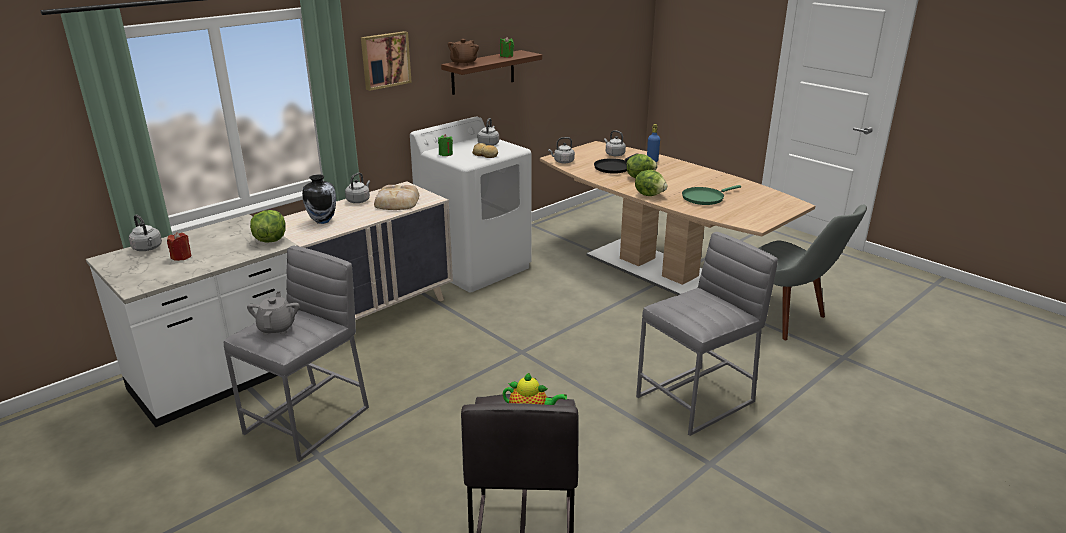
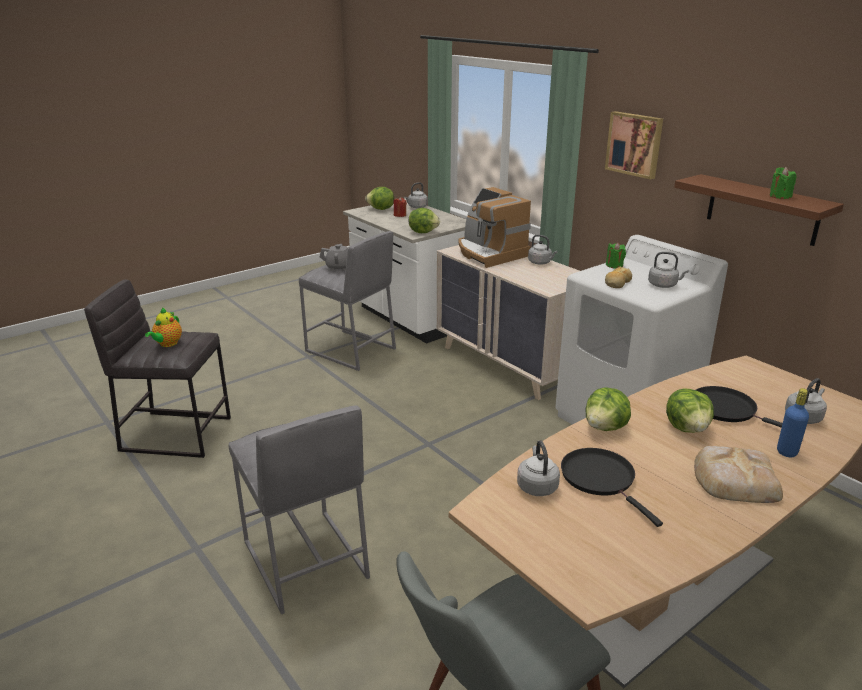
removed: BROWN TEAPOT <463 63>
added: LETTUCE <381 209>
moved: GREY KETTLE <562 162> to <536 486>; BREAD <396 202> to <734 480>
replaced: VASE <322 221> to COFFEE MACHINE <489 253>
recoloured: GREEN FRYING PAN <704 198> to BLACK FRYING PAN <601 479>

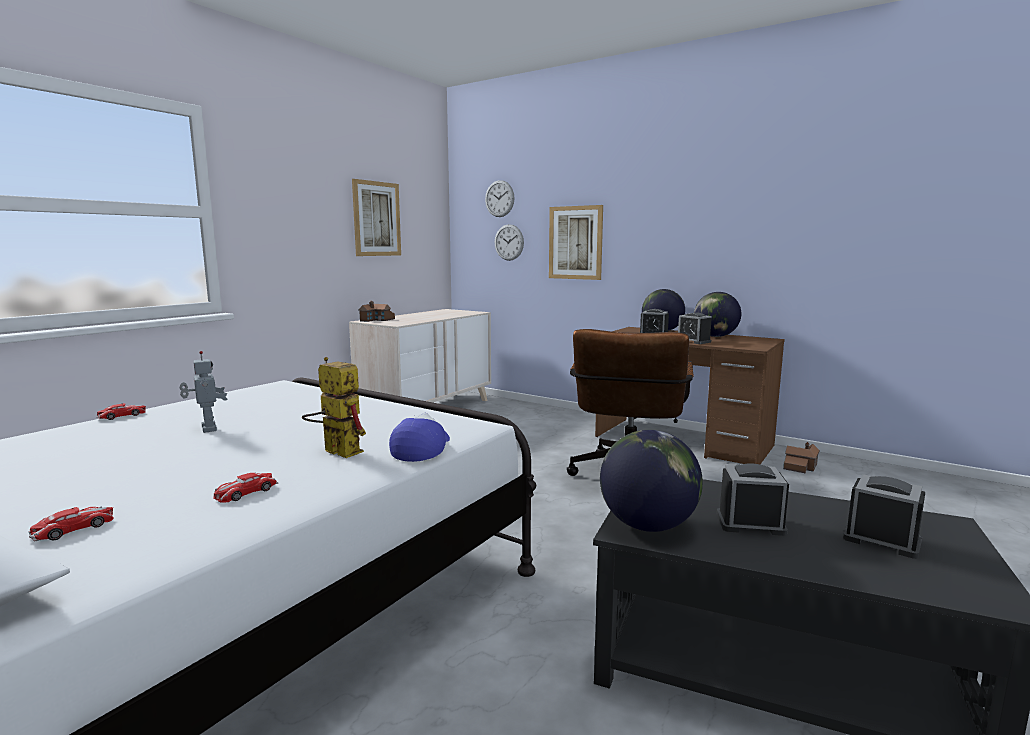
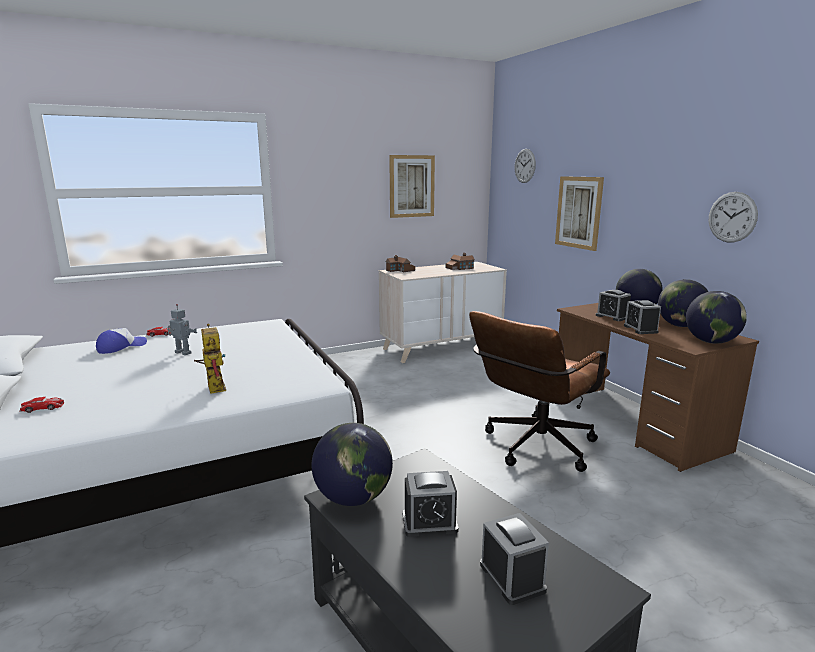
removed: TOY CAR <245 492>
added: GLOBE <711 342>
moved: WALL CLOCK <509 242> to <732 217>; CAP <421 448> to <121 347>; TOY HOUSE <800 466> to <459 268>
turned: TOY ROBOT <207 428> = <182 353> 60 degrees counterclockwise; ALARM CLOCK <750 523> = <429 522> 135 degrees clockwise

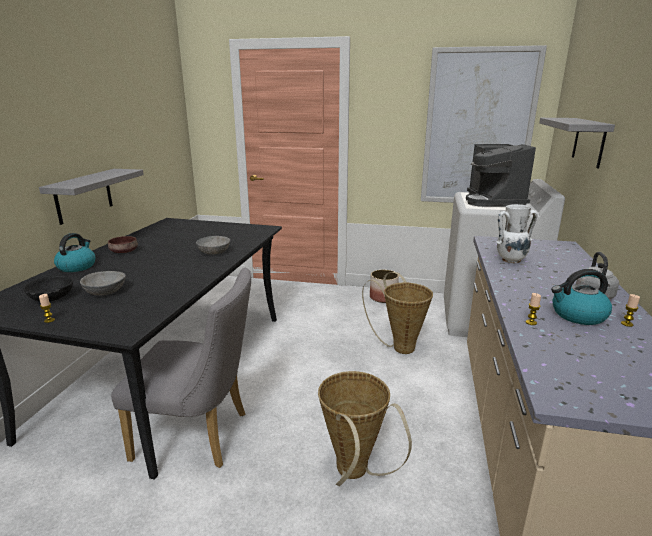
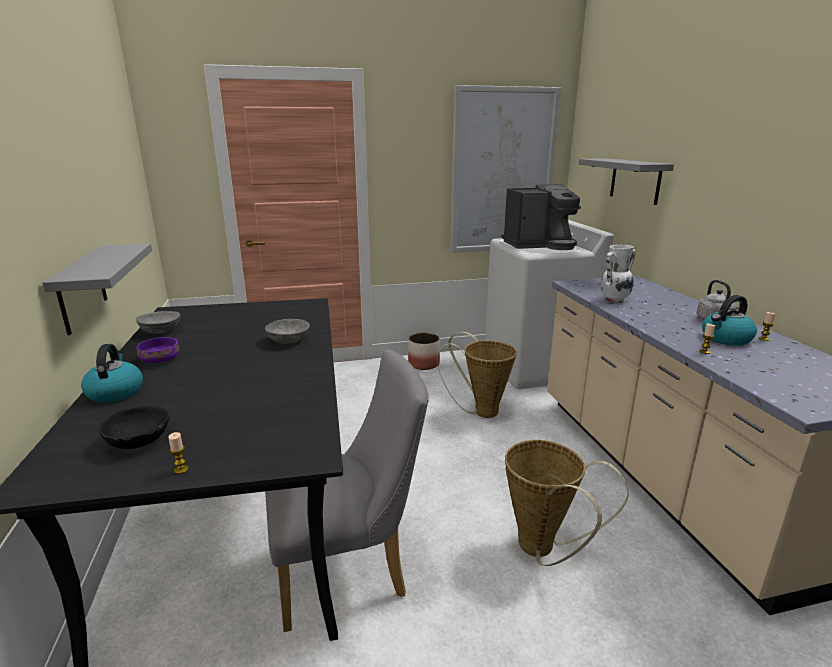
moved: GREY BOWL <105 292> to <160 331>
recoloured: BROWN BOWL <125 251> to PURPLE BOWL <161 359>
turned: COFFEE MACHINE <493 201> = <540 245> 75 degrees counterclockwise

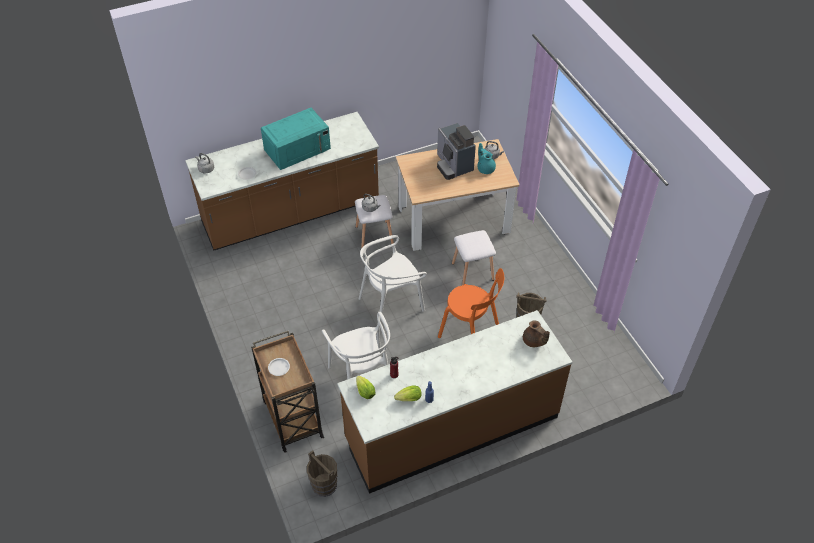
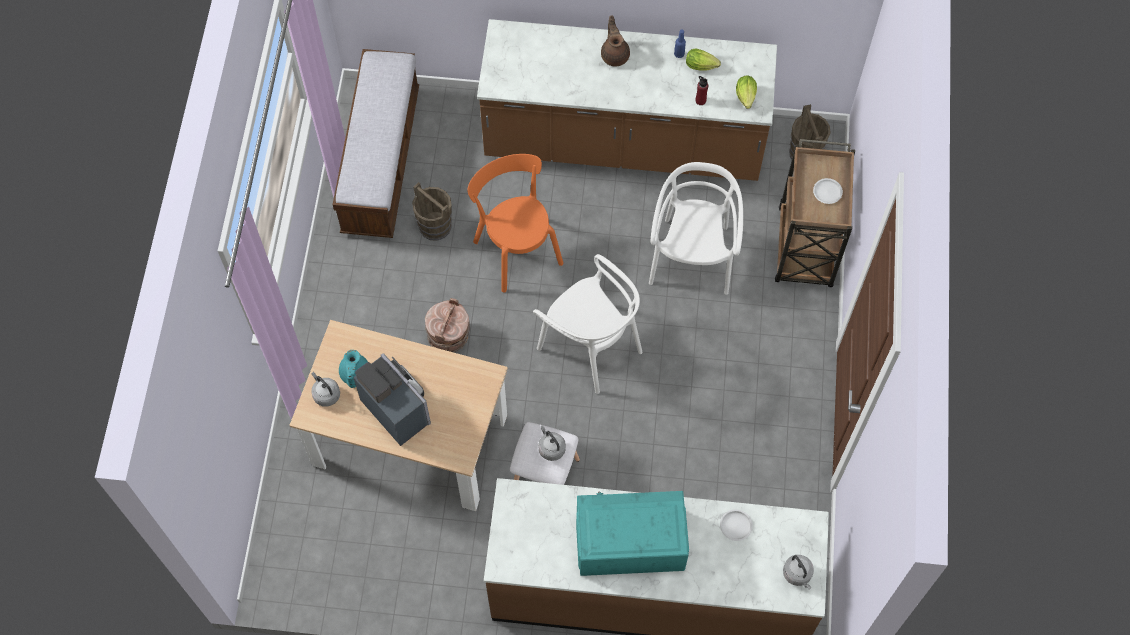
added: BENCH <381 161>
moved: BROWN TEAPOT <534 341> to <615 54>
replaced: WHITE STOOL <472 272> to BROWN BUCKET <449 336>
turned: COFFEE MACHINE <453 165> = <397 407> 45 degrees counterclockwise; WHITE CHAIR <391 302> = <591 346> 45 degrees clockwise

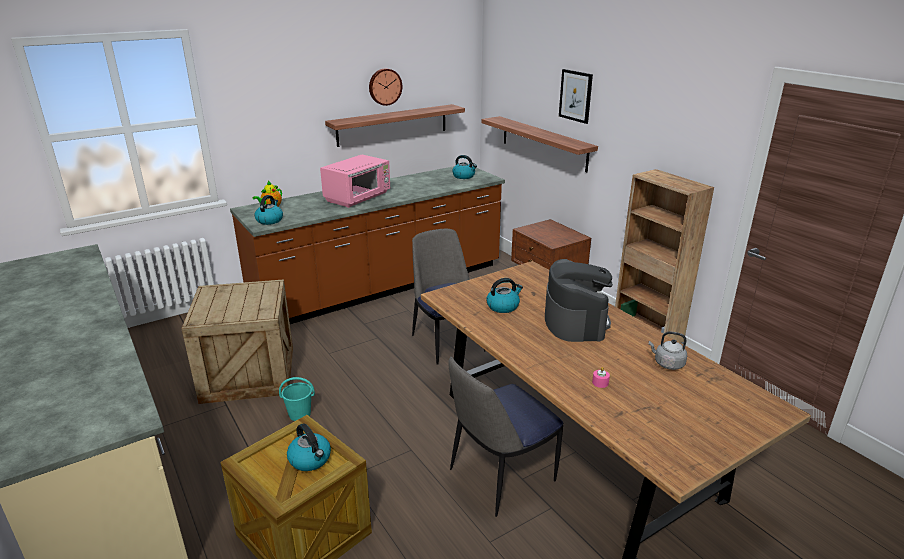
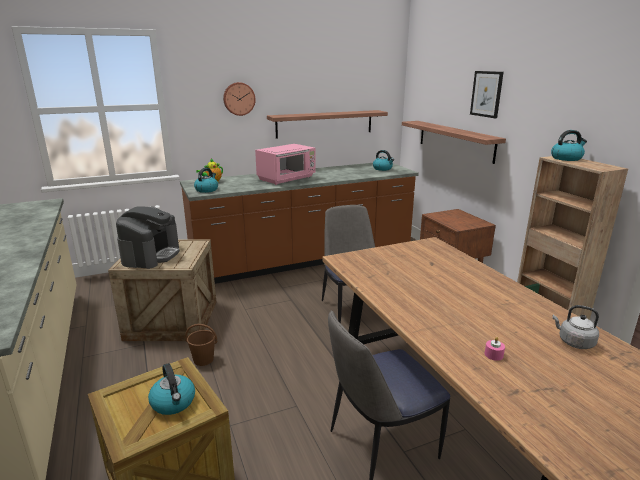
moved: WALL CLOCK <384 86> to <239 99>; COFFEE MACHINE <575 321> to <151 255>; KETTLE <503 306> to <566 158>
recoloured: TURQUOISE BUCKET <300 414> to BROWN BUCKET <204 360>

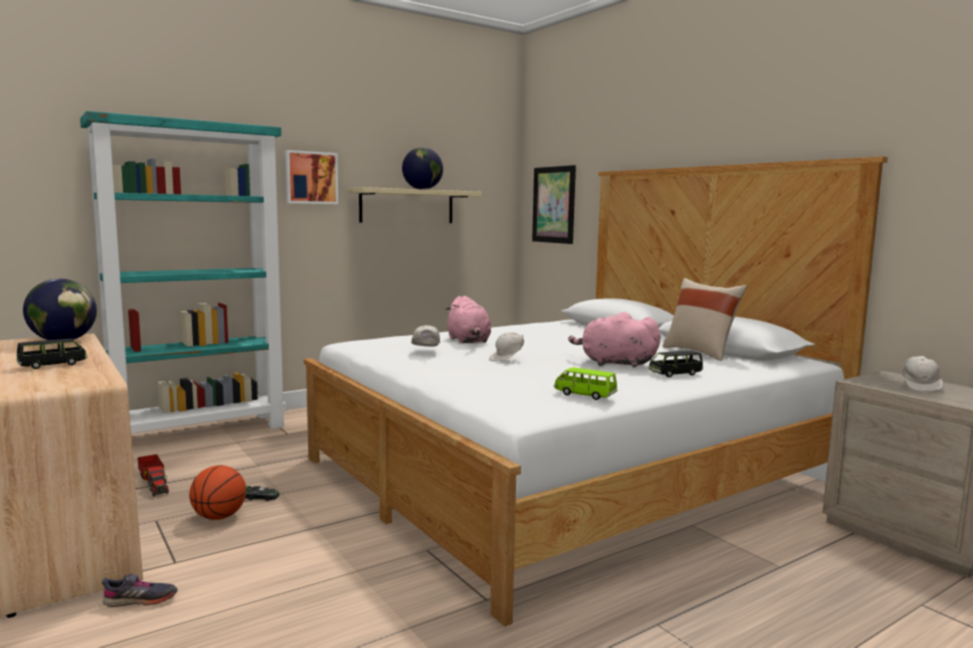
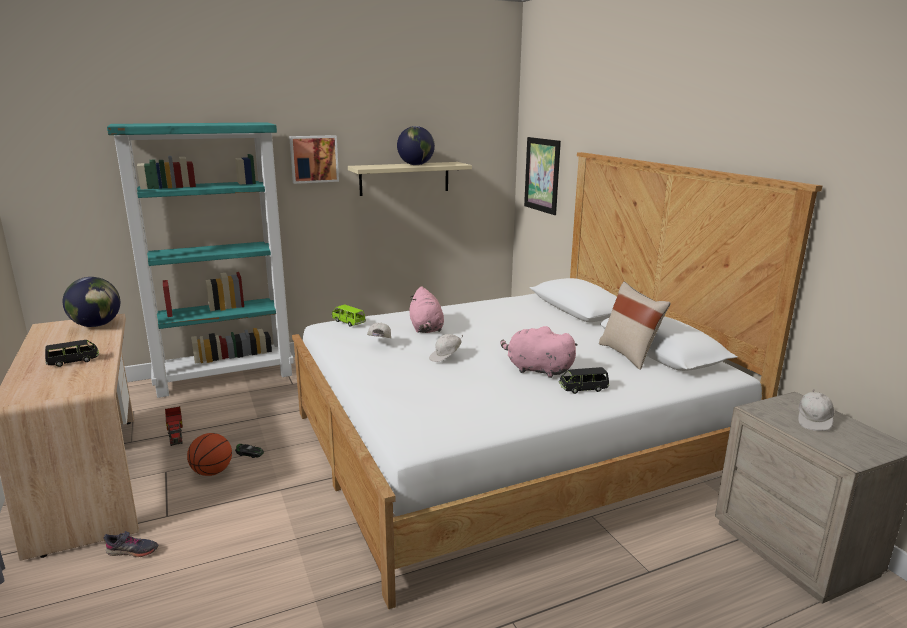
moved: GREEN TOY CAR <585 395> to <348 322>

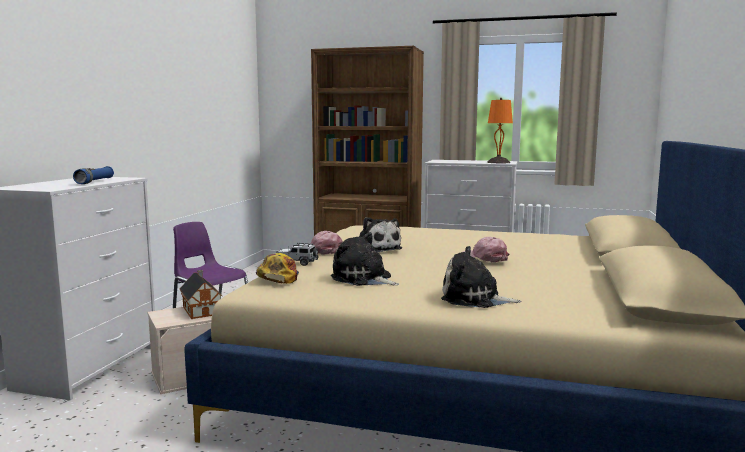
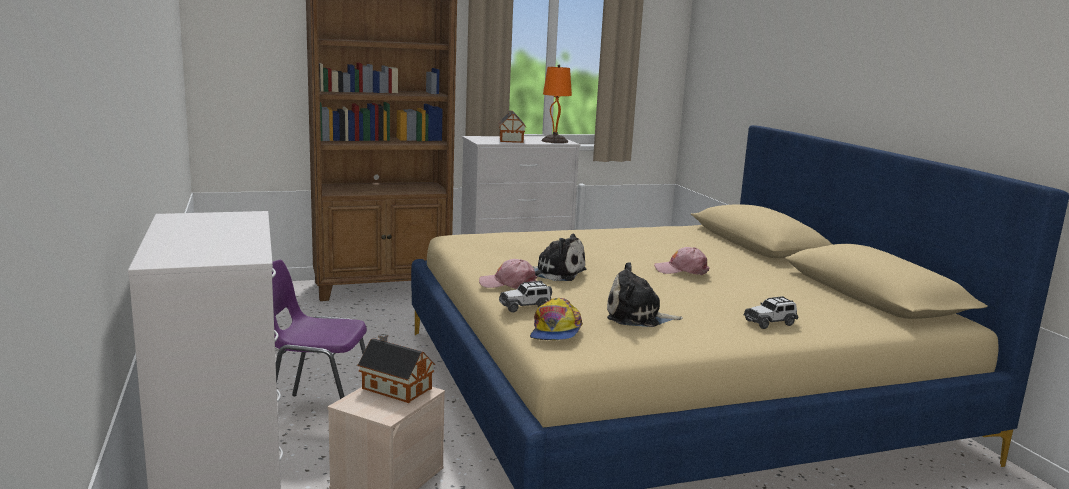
removed: BLUE FLASHLIGHT <95 182>
added: TOY HOUSE <510 140>
replaced: PLUSH TOY <475 299> to TOY CAR <770 323>
turned: CAP <278 277> = <555 331> 135 degrees counterclockwise

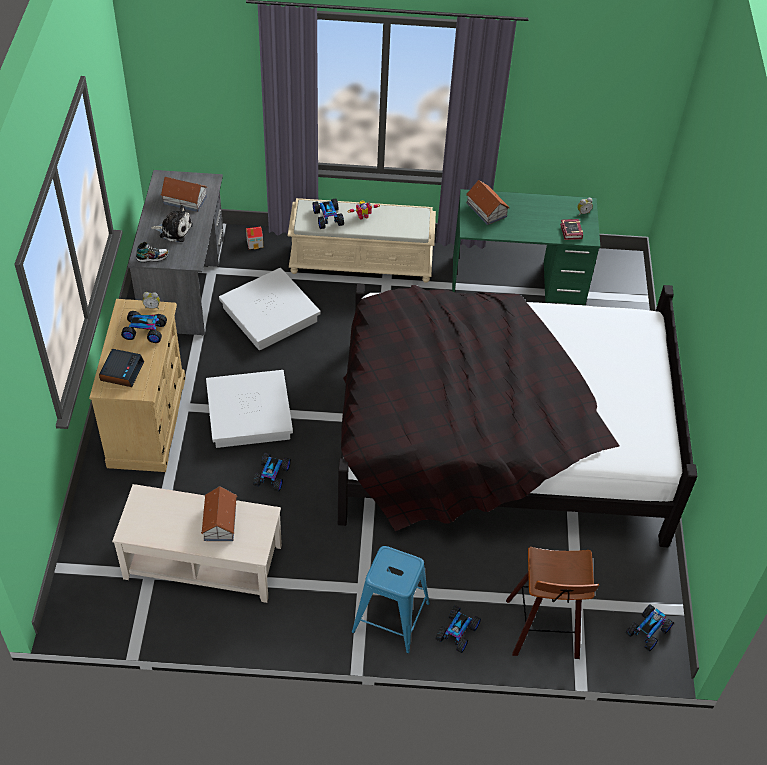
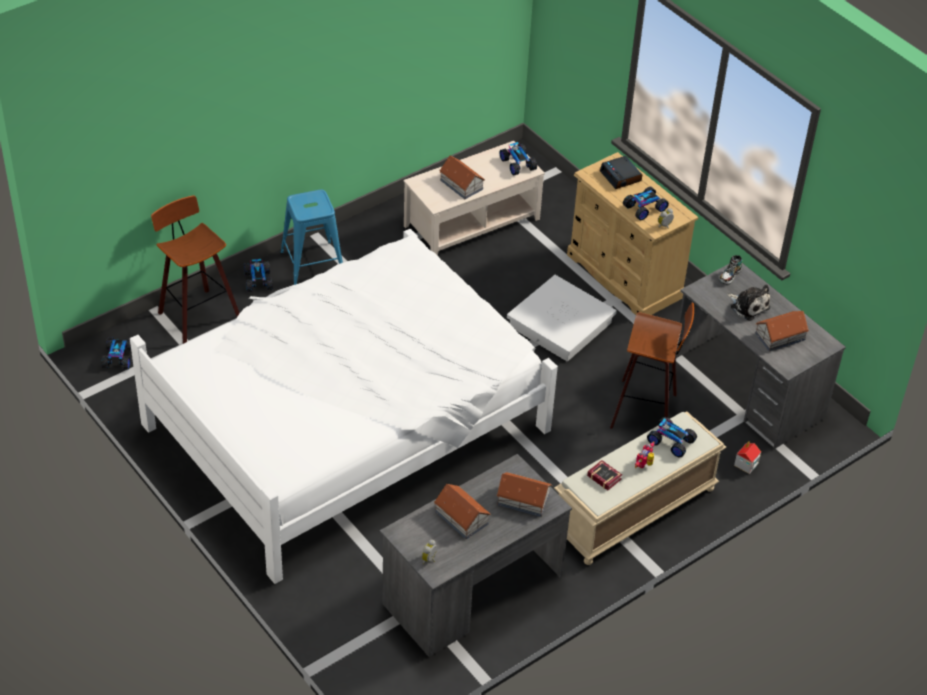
added: TOY HOUSE <461 517>
moved: BOOK <570 232> to <603 476>; TOY CAR <272 475> to <517 164>
replaced: WHITE STORAGE BOX <270 314> to STOOL <646 409>
recoloured: GREEN DESK <518 281> to GREY DESK <472 590>; BLACK BED <499 440> to WHITE BED <347 425>
turned: PLUSH TOY <174 230> = <748 306> 105 degrees counterclockwise

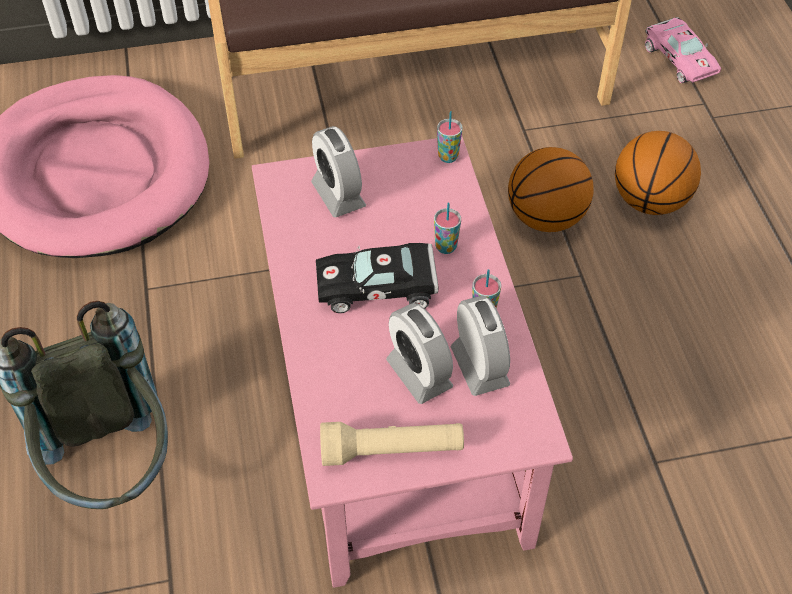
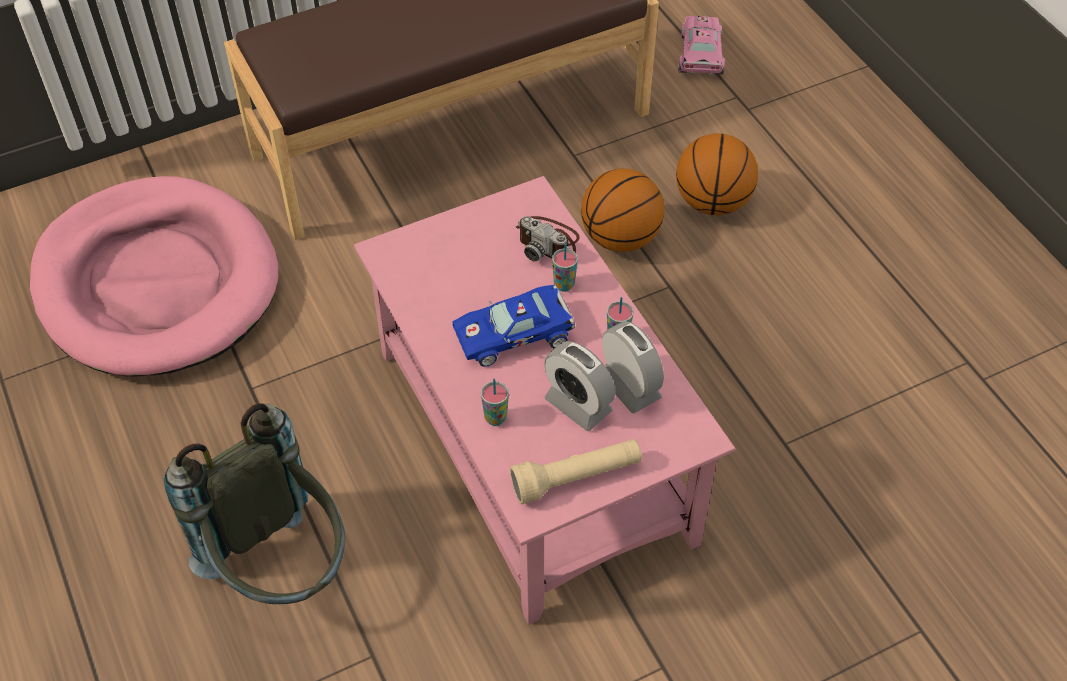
removed: ALARM CLOCK <338 194>
added: PHOTO CAMERA <548 242>
moved: CUP <448 157> to <495 418>
recoloured: BLACK TOY CAR <382 287> to BLUE TOY CAR <518 334>
turned: PINK TOY CAR <678 58> = <700 56> 135 degrees counterclockwise

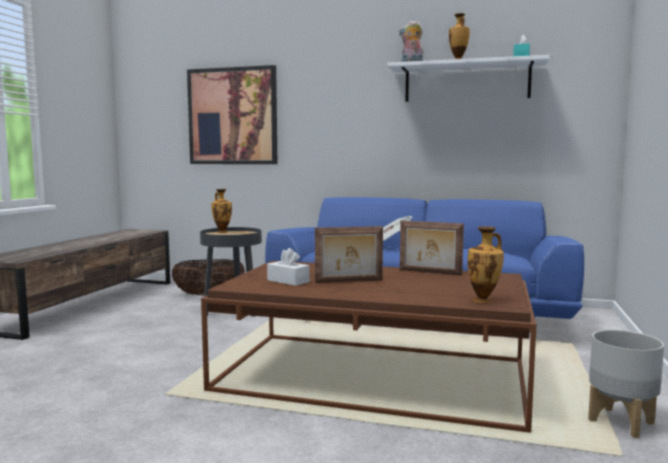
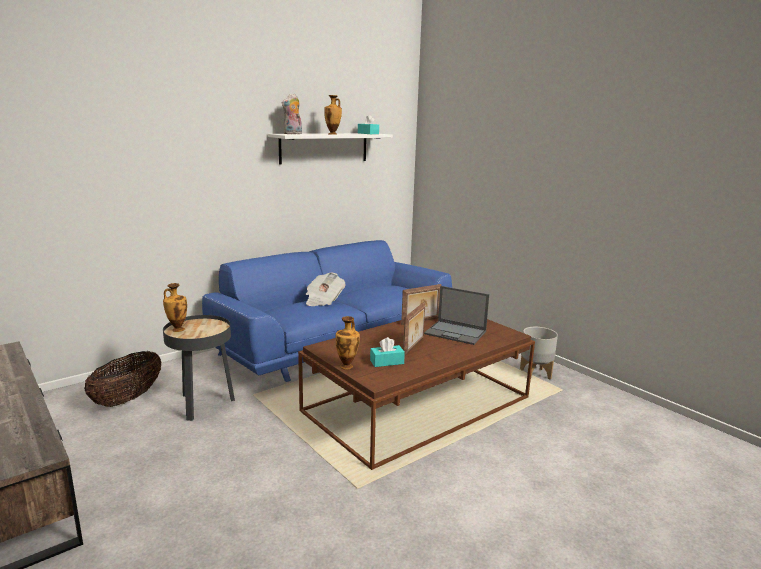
removed: PICTURE <232 116>
added: LAPTOP <456 333>
moved: VASE <483 301> to <347 366>
recoloured: WHITE TISSUE BOX <288 281> to TURQUOISE TISSUE BOX <387 362>

